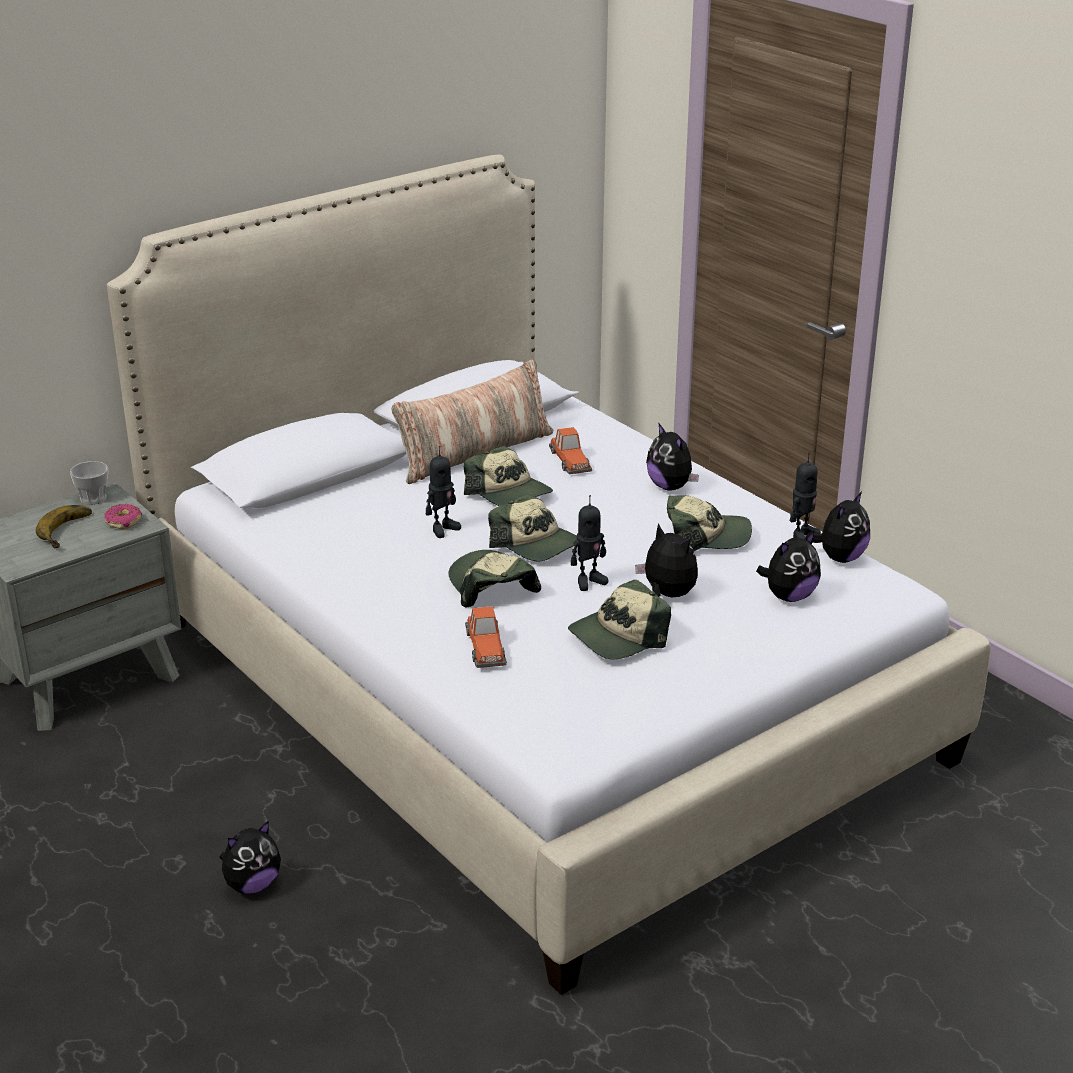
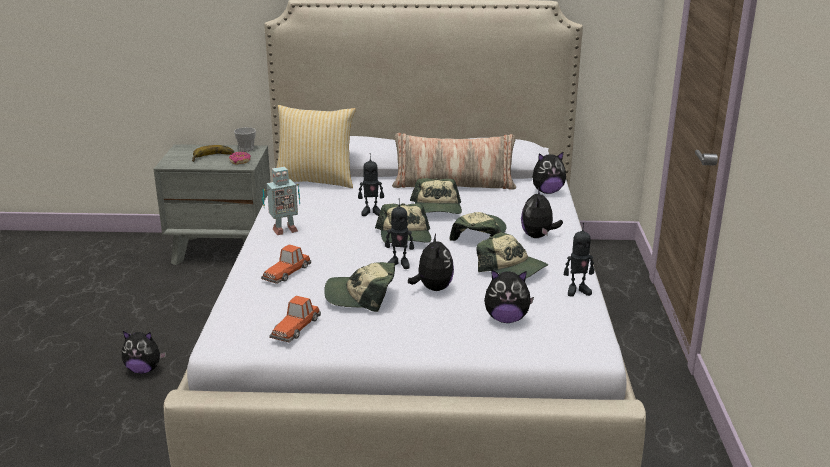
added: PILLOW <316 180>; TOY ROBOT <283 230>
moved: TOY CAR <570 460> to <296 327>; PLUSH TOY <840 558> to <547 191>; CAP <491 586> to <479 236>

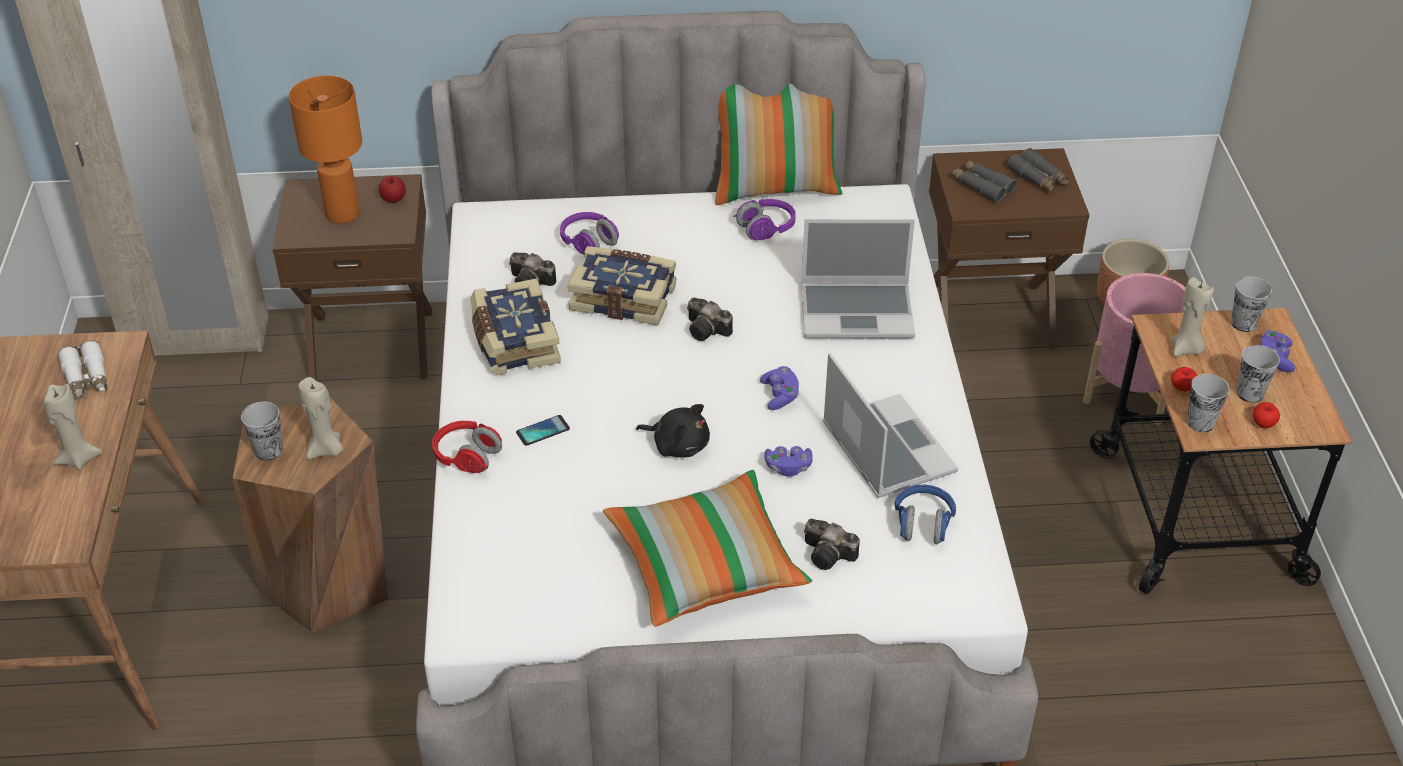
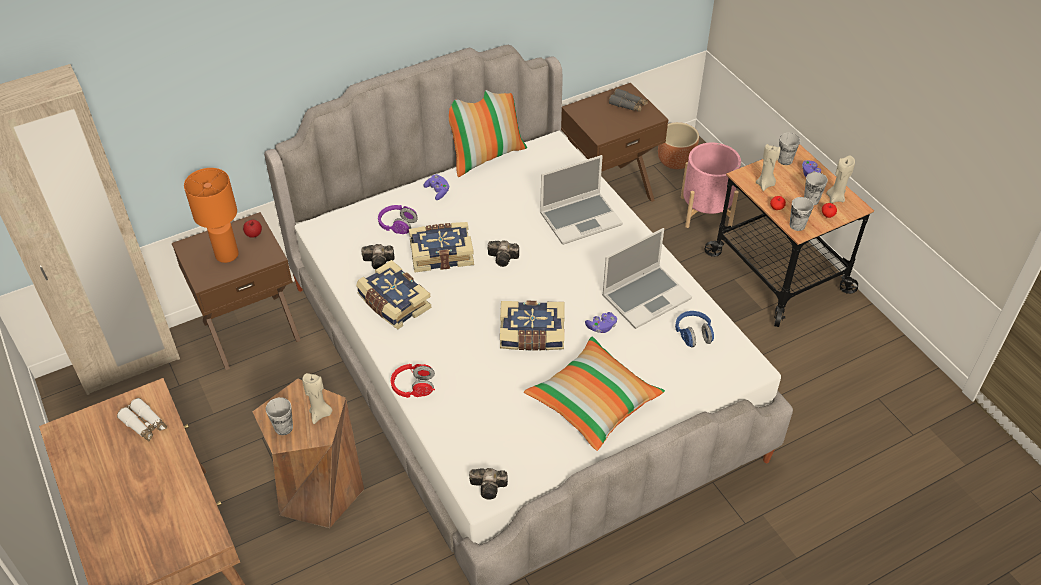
removed: GREY BINOCULARS <982 186>; PURPLE HEADPHONES <766 229>; PHONE <543 431>
moved: PURPLE GAME CONTROLLER <780 396> to <437 191>; BEIGE CANDLE <78 458> to <835 198>; PHOTO CAMERA <830 555> to <490 487>
replaced: BLACK PLUSH TOY <678 445> to BOOK <532 335>
turned: LAPTOP <885 448> = <646 296> 105 degrees clockwise

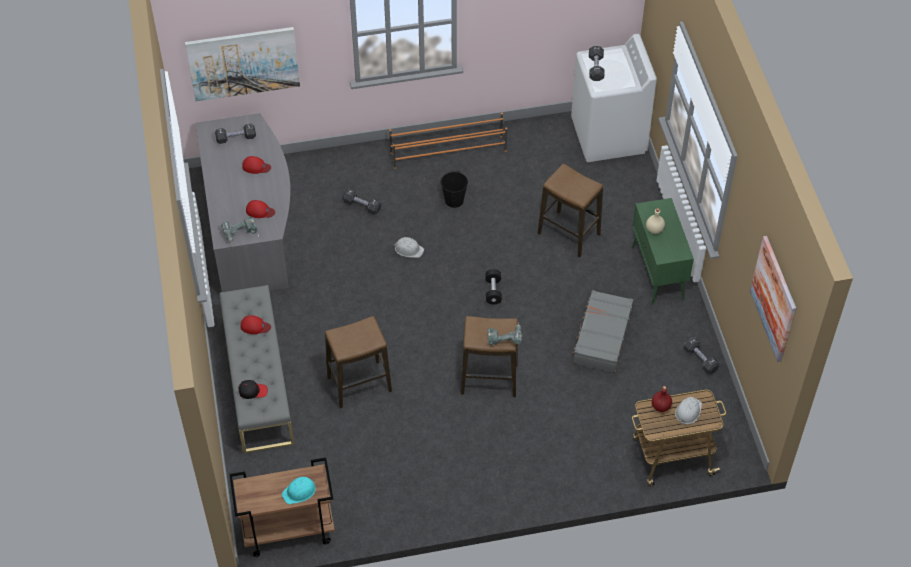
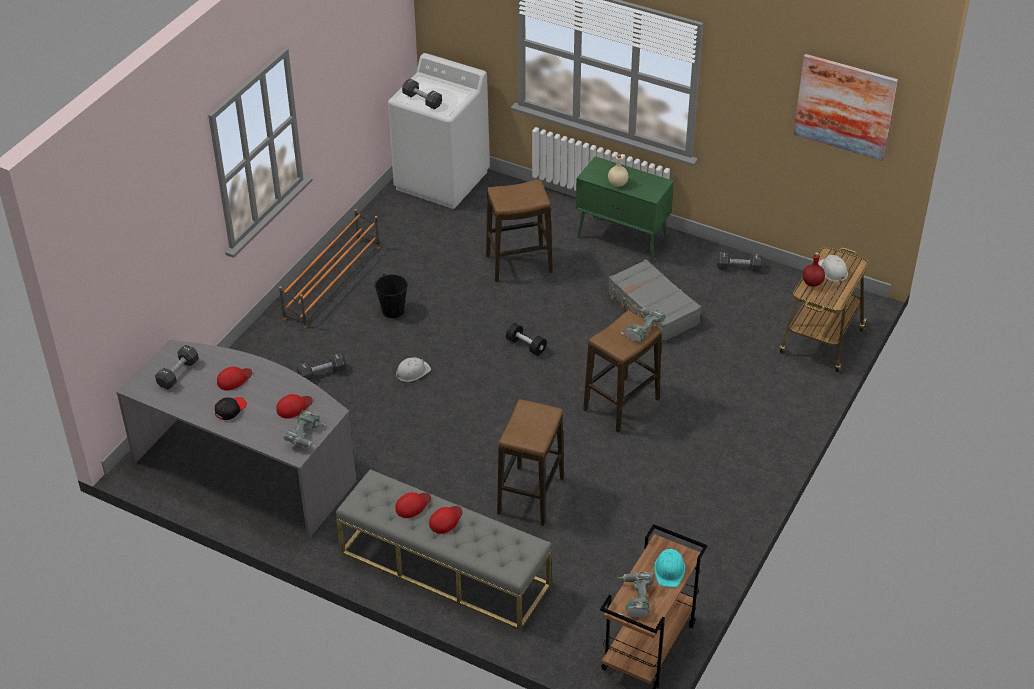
removed: PICTURE <243 63>
added: RED CAP <446 520>; POWER DRILL <634 599>
moved: BLACK CAP <253 391> to <230 409>

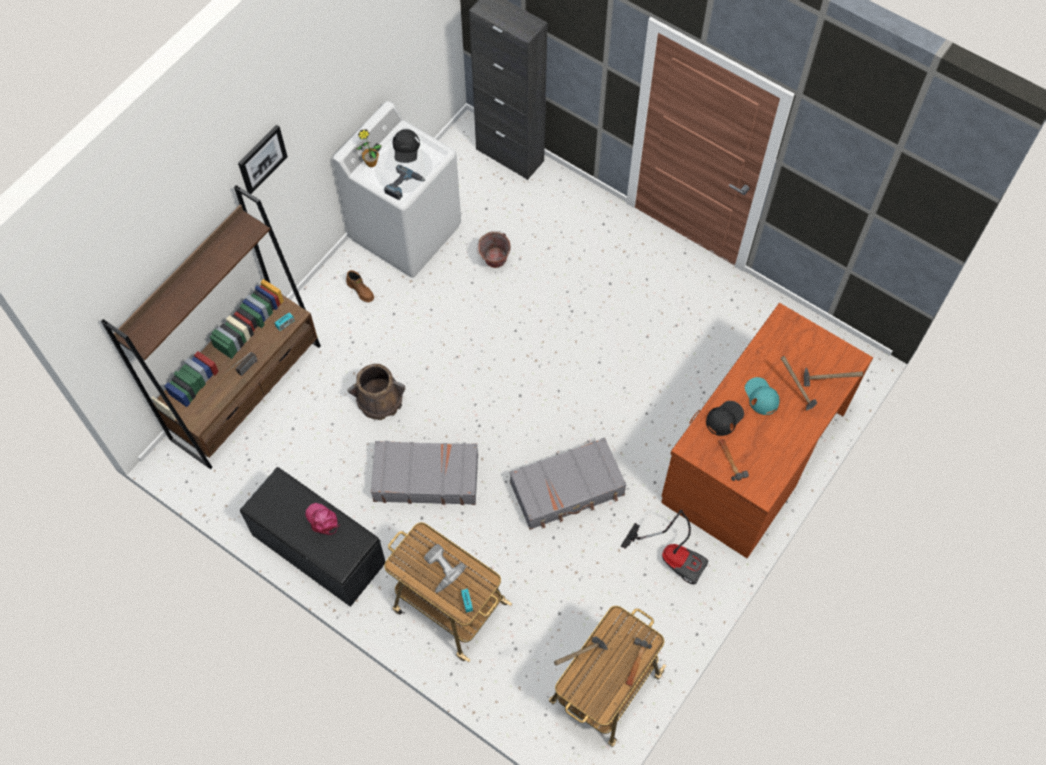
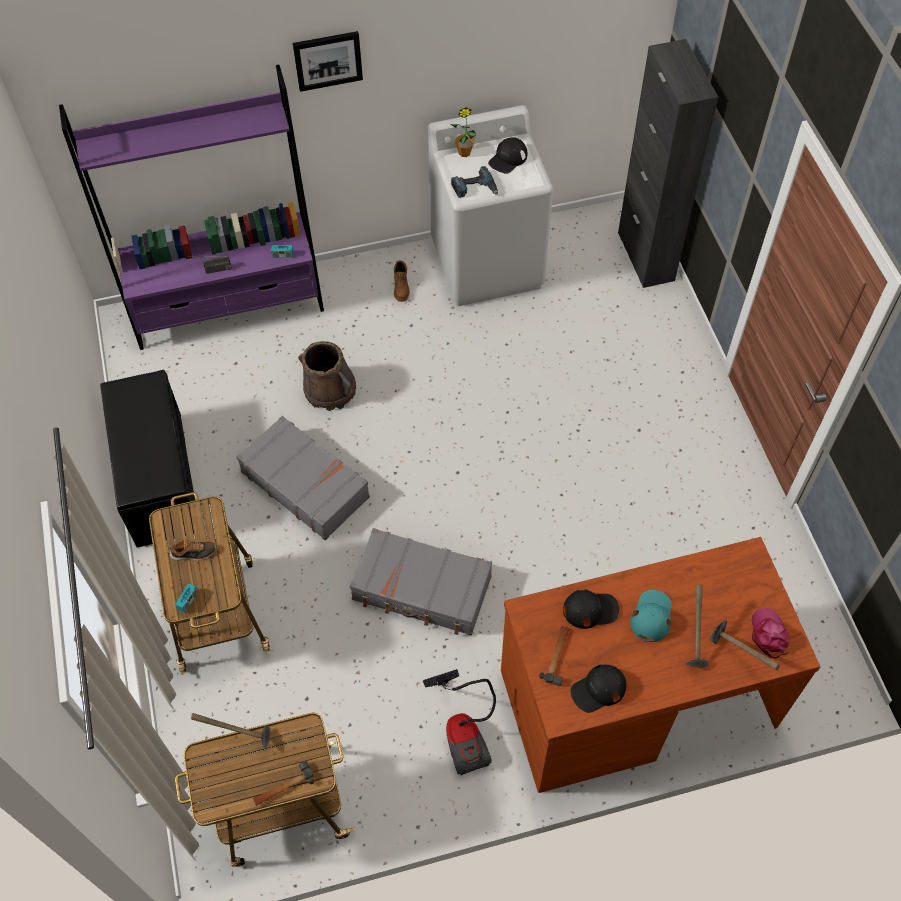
removed: BUCKET <494 263>
added: BLACK CAP <598 689>
moved: PINK CAP <322 520> to <769 634>
replaced: POWER DRILL <439 570> to SHOE <194 553>
recoloured: BROWN BOOKCASE <247 391> to PURPLE BOOKCASE <229 308>

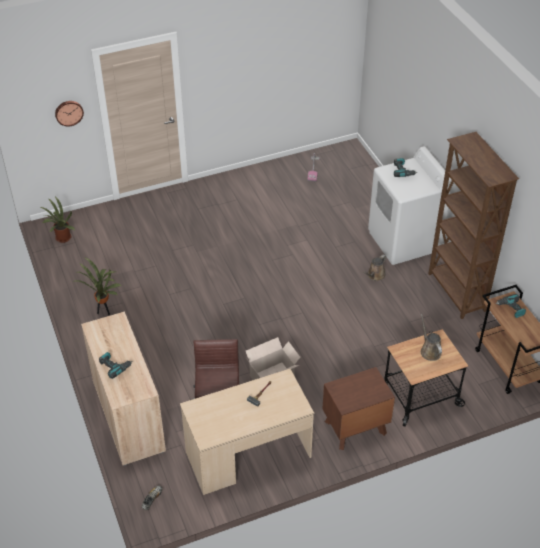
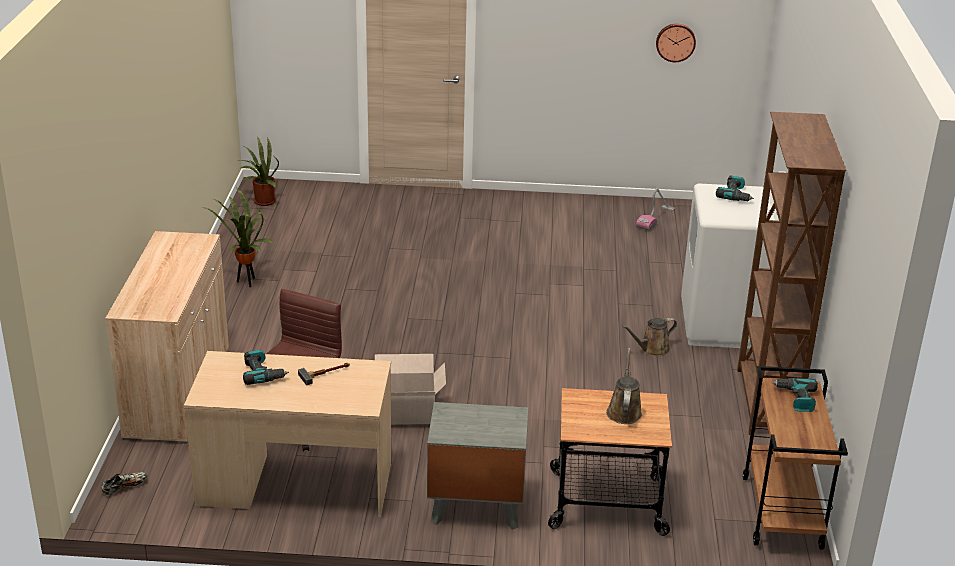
moved: WALL CLOCK <69 112> to <675 42>; POWER DRILL <115 366> to <262 373>
recoloured: BROWN NIGHTSTAND <355 427> to GREY NIGHTSTAND <475 505>

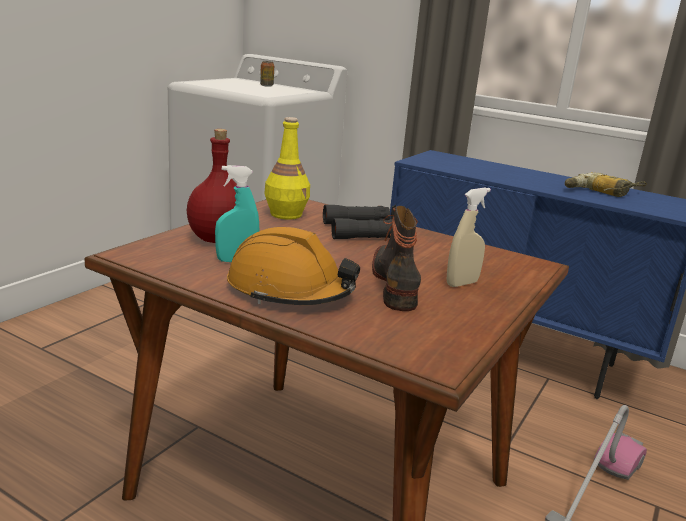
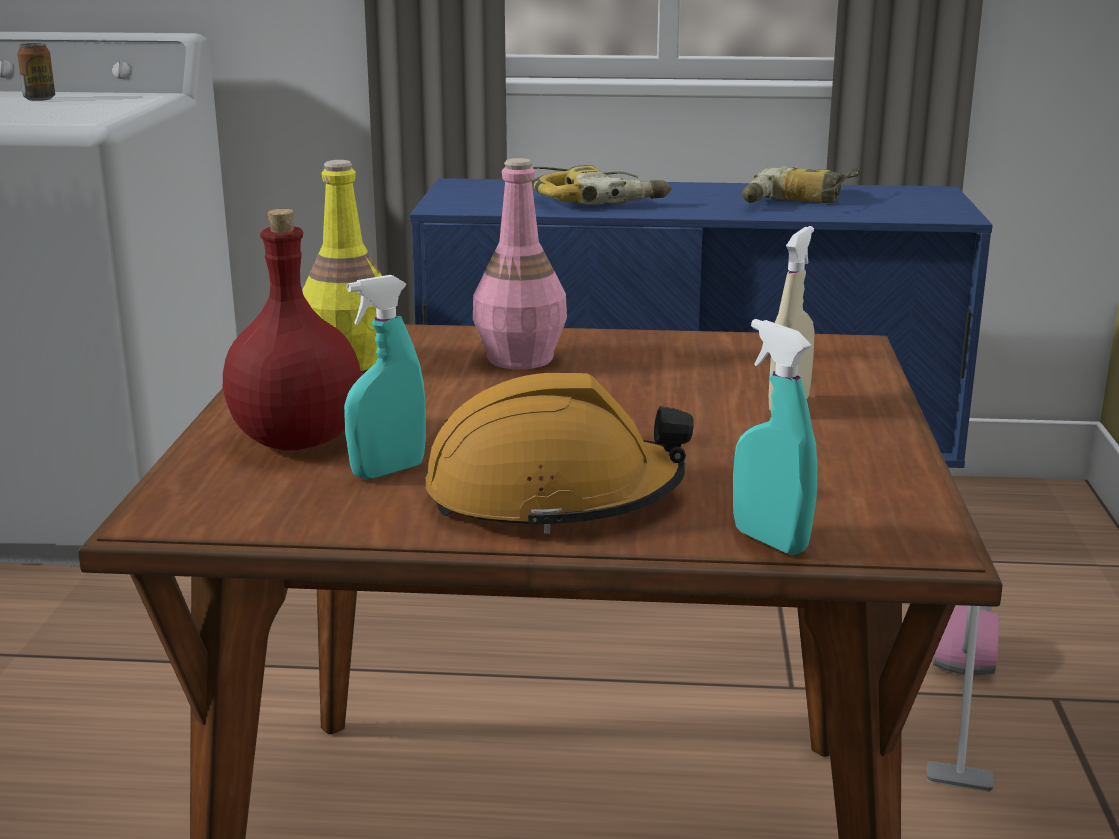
removed: BOOT <397 283>
added: POWER DRILL <596 199>; TURQUOISE SPRAY BOTTLE <770 541>
replaced: BLACK BINOCULARS <360 231> to PINK BOTTLE <519 359>

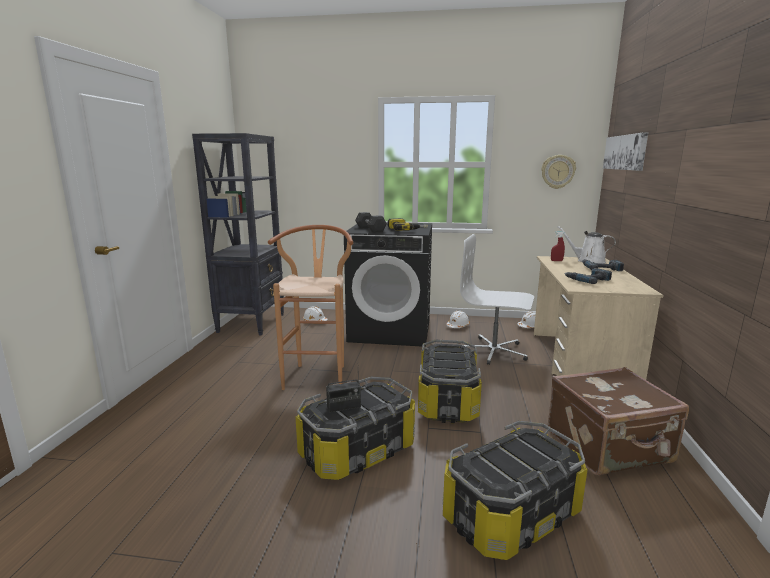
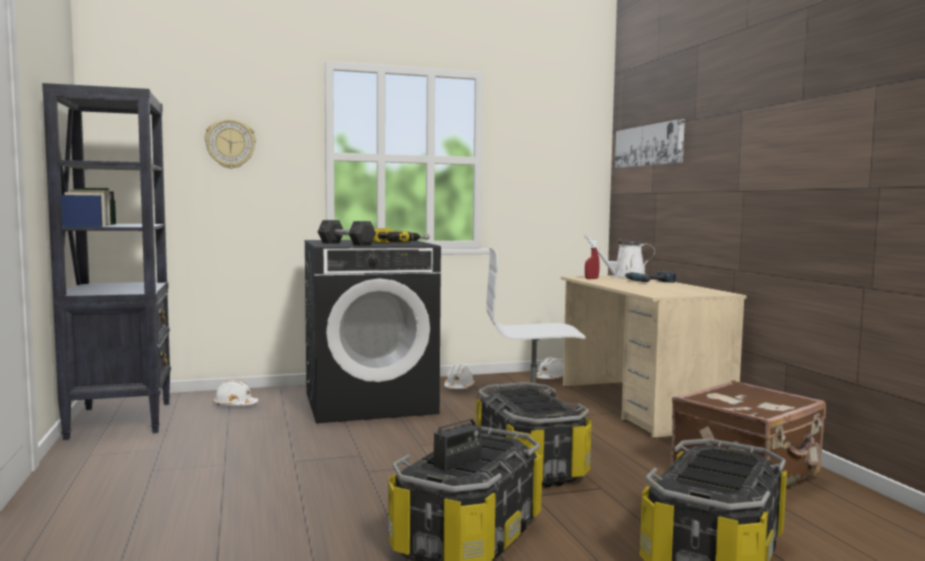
removed: BROWN STOOL <318 374>; POWER DRILL <588 280>
moved: WALL CLOCK <558 172> to <230 144>

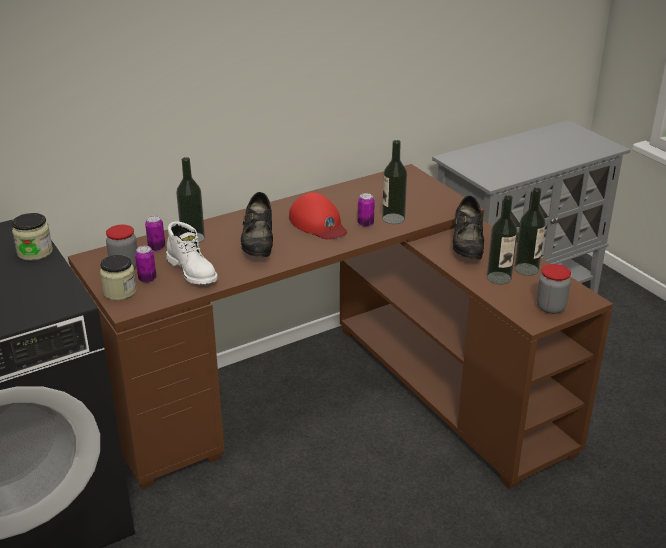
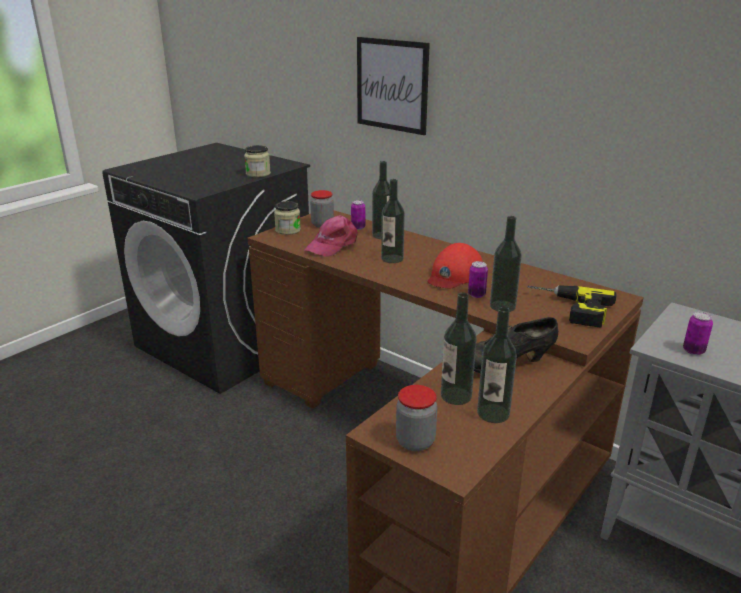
added: PICTURE <392 85>; POWER DRILL <568 309>
moved: CAN <147 279> to <693 351>
replaced: BLACK SHOE <258 245> to BOTTLE <392 259>; WHITE BOOT <193 271> to PINK CAP <332 245>

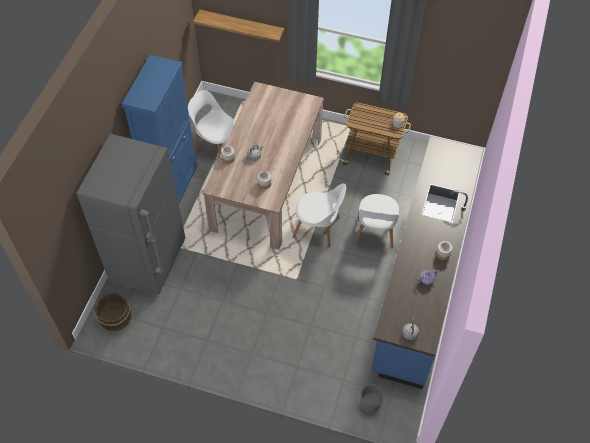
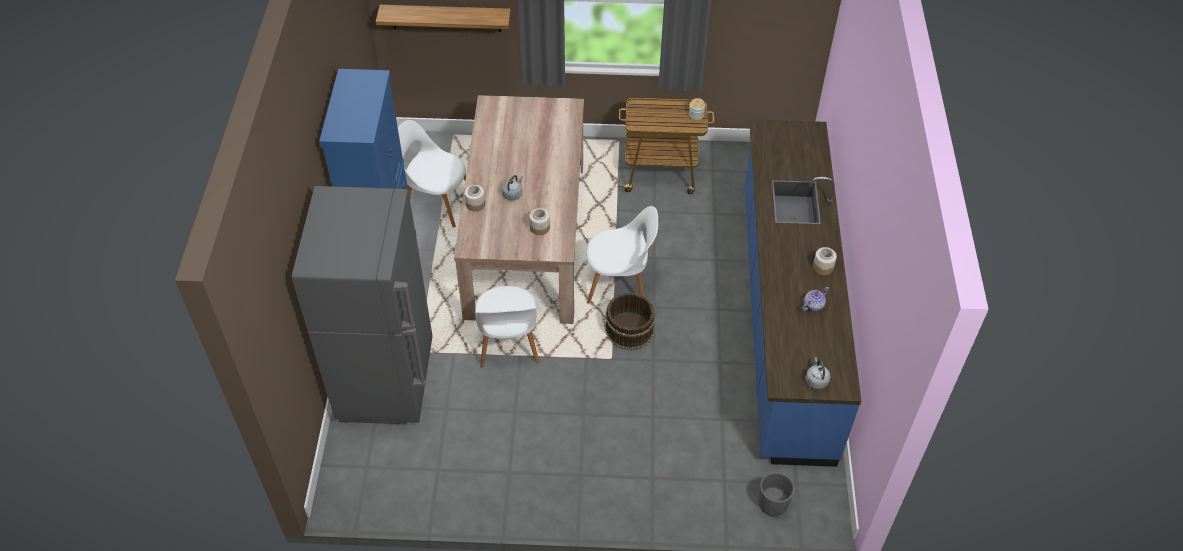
moved: WHITE CHAIR <375 231> to <508 344>; BROWN BUCKET <115 317> to <629 330>

